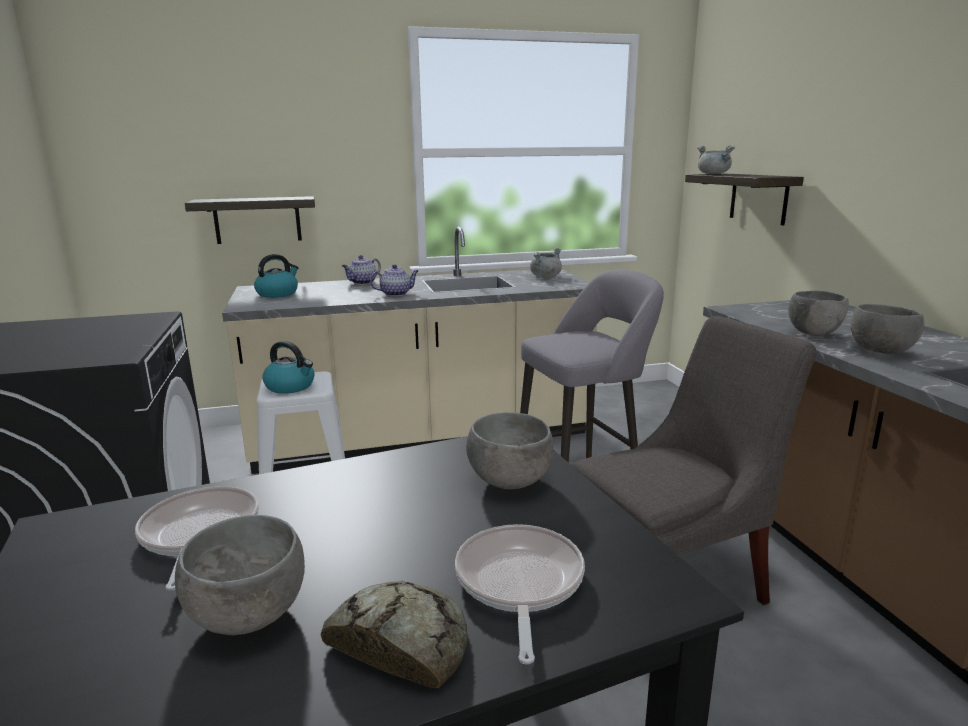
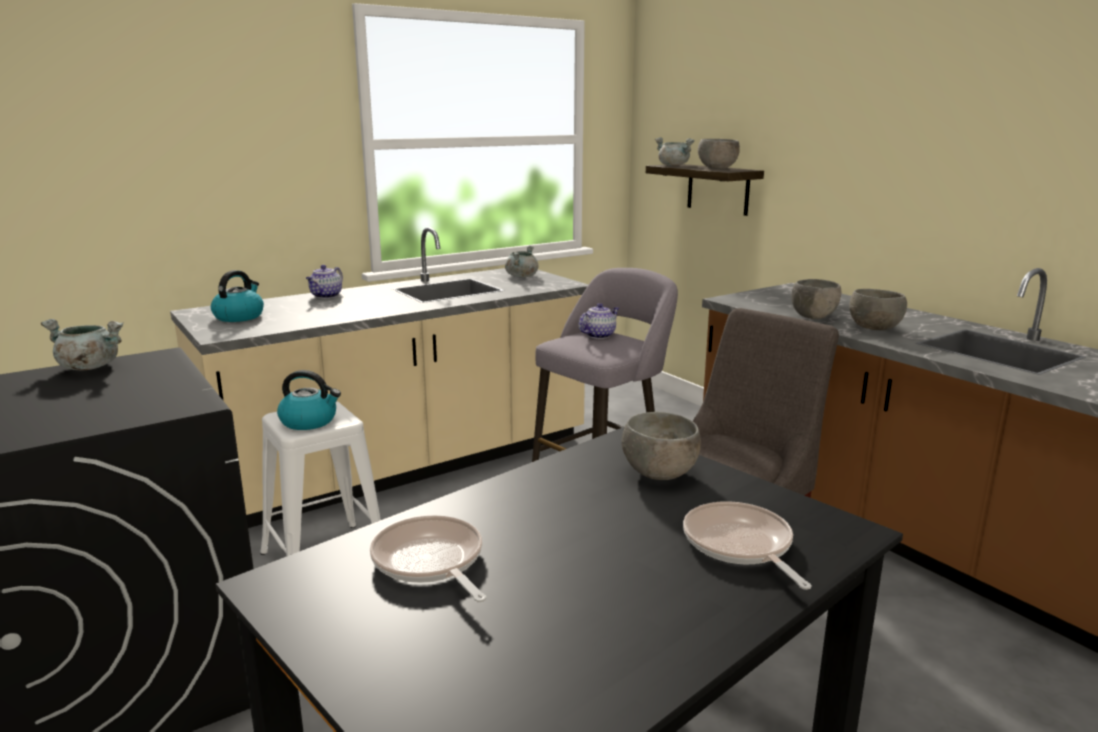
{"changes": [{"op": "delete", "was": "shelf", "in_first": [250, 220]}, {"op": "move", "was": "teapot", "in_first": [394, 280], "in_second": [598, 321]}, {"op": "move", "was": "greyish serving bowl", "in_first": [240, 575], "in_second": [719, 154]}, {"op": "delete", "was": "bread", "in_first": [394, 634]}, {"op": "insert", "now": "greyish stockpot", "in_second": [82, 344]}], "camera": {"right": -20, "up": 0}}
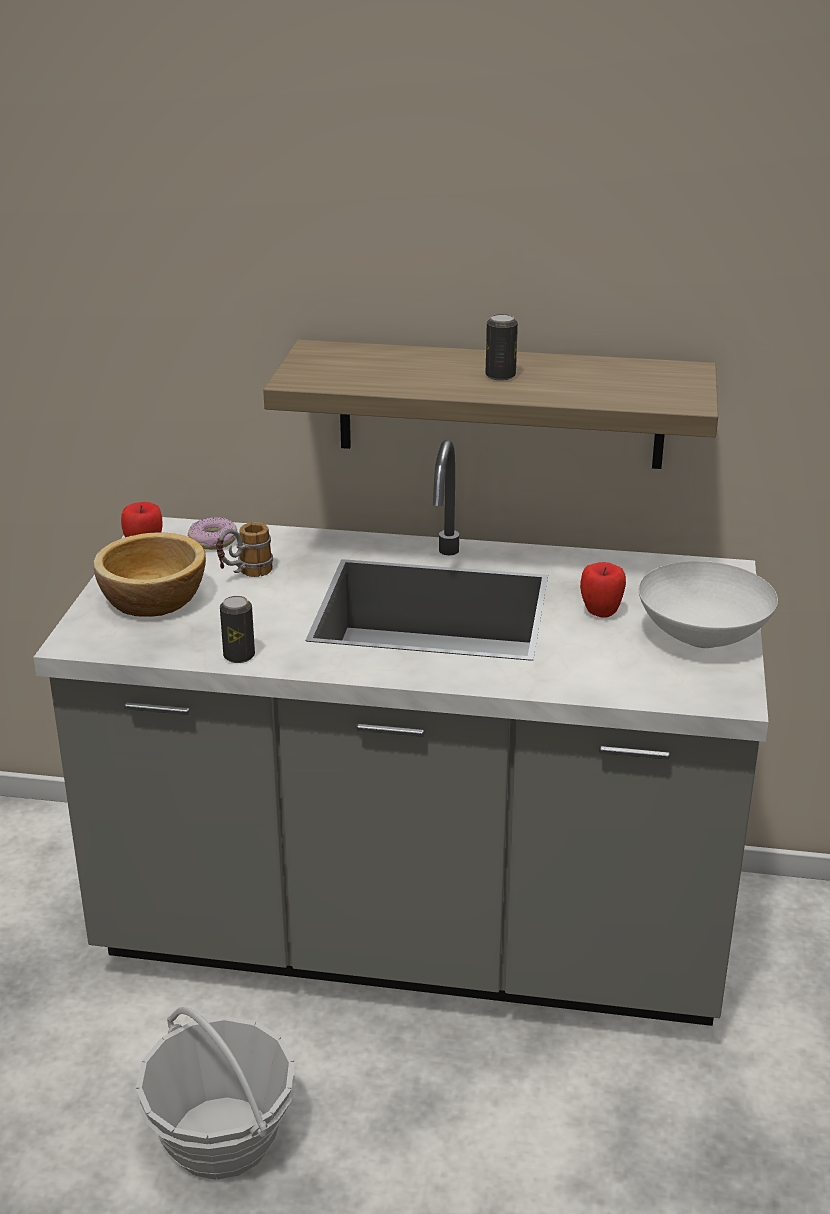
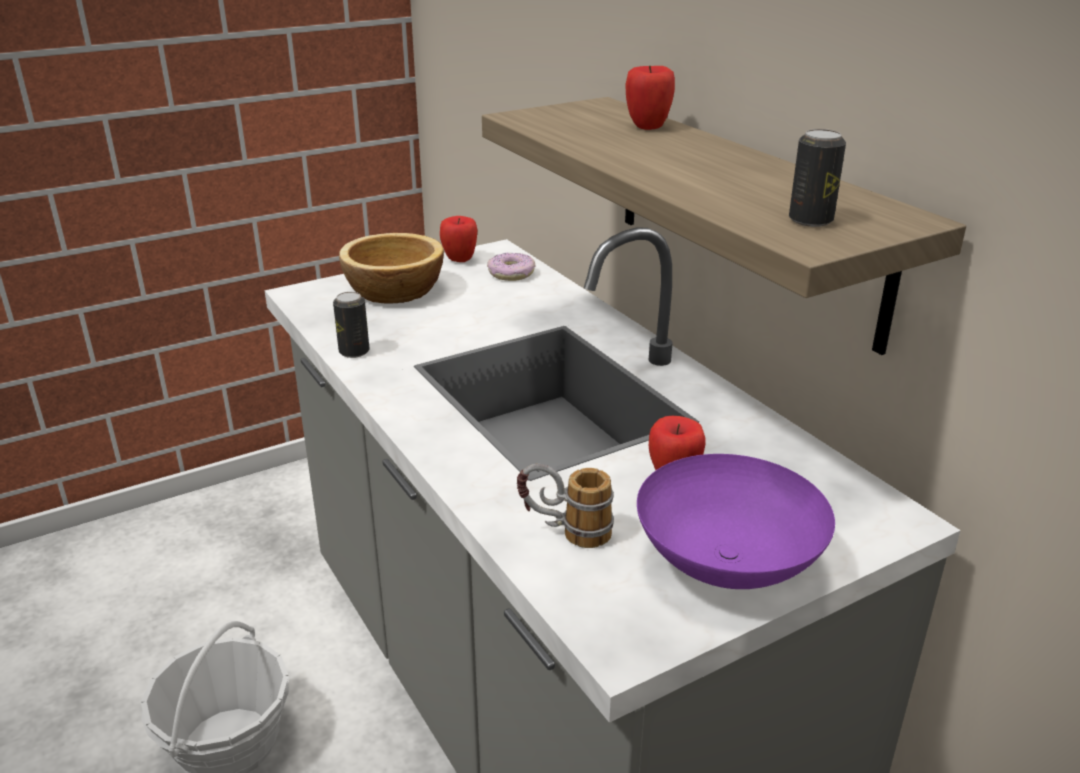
{"changes": [{"op": "move", "was": "metal can", "in_first": [501, 347], "in_second": [817, 178]}, {"op": "move", "was": "mug", "in_first": [244, 549], "in_second": [565, 506]}, {"op": "recolor", "was": "white serving bowl", "now": "purplish serving bowl", "in_first": [708, 604], "in_second": [736, 521]}, {"op": "insert", "now": "apple", "in_second": [650, 98]}], "camera": {"right": 50, "up": 0}}
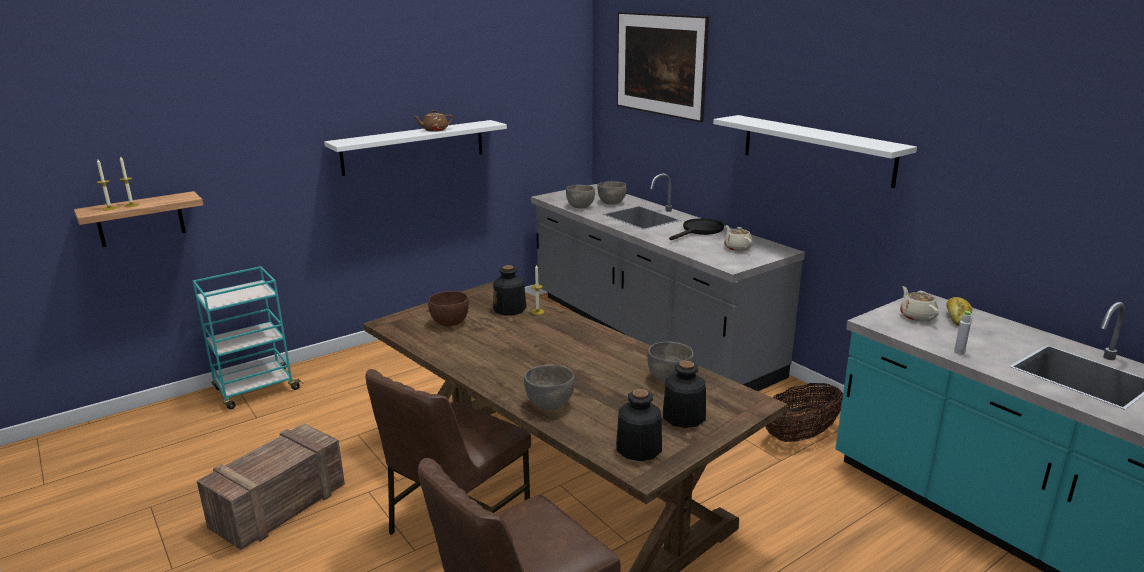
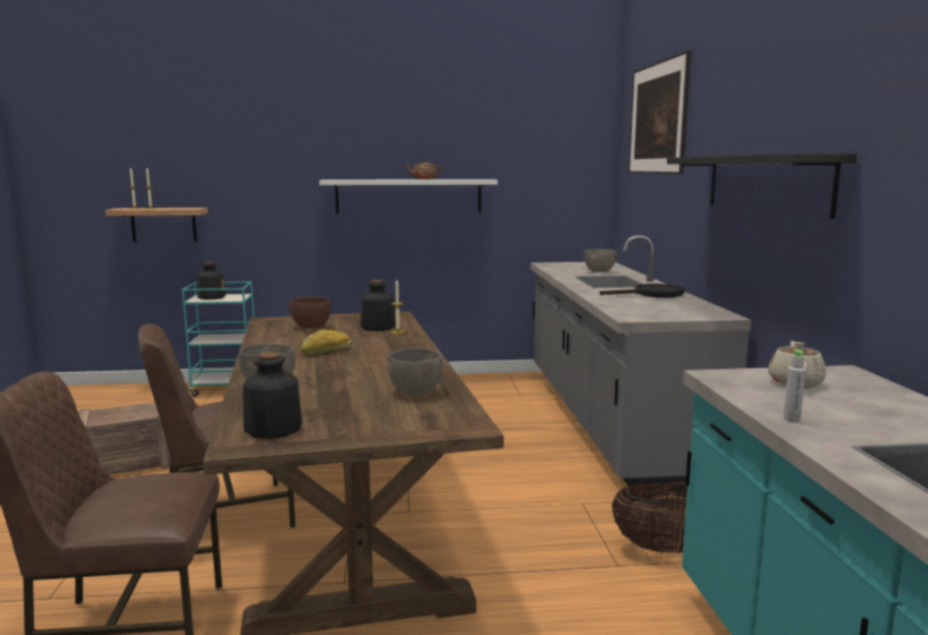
{"changes": [{"op": "recolor", "was": "white shelf", "now": "black shelf", "in_first": [815, 151], "in_second": [762, 186]}, {"op": "delete", "was": "greyish serving bowl", "in_first": [580, 196]}, {"op": "delete", "was": "beige teapot", "in_first": [738, 238]}, {"op": "move", "was": "bread", "in_first": [959, 311], "in_second": [326, 342]}, {"op": "move", "was": "beverage bottle", "in_first": [684, 394], "in_second": [211, 281]}], "camera": {"right": 30, "up": -10}}
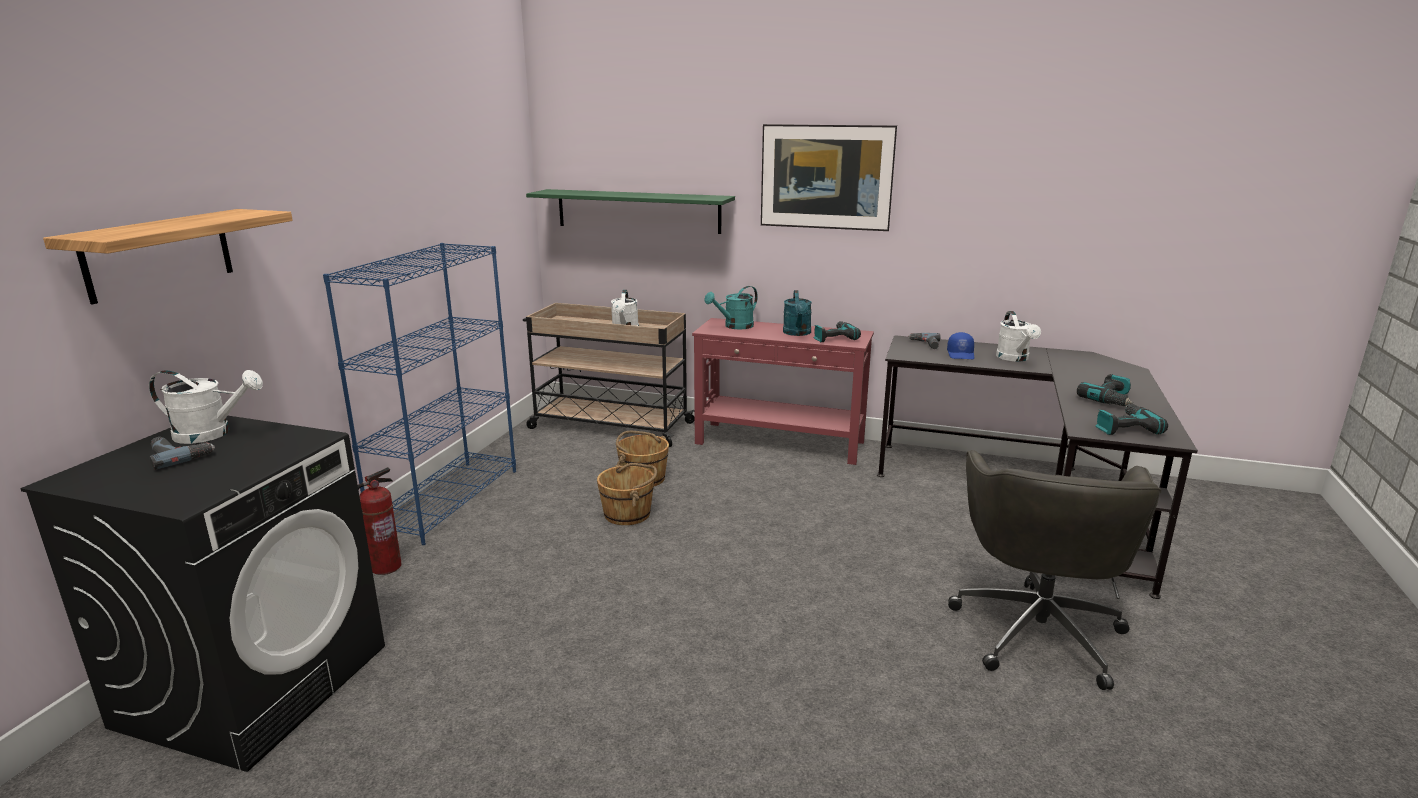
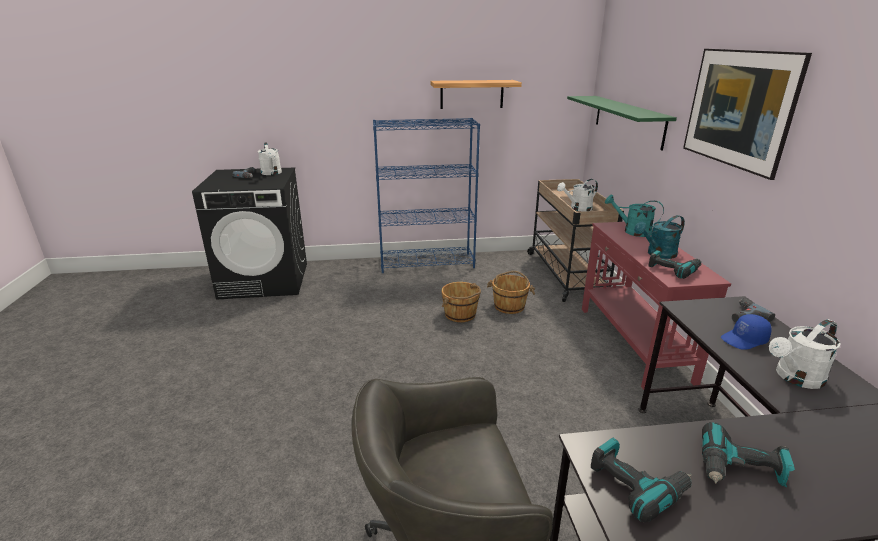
{"changes": [{"op": "move", "was": "shelf", "in_first": [168, 256], "in_second": [476, 94]}, {"op": "delete", "was": "extinguisher", "in_first": [379, 521]}], "camera": {"right": 65, "up": 5}}
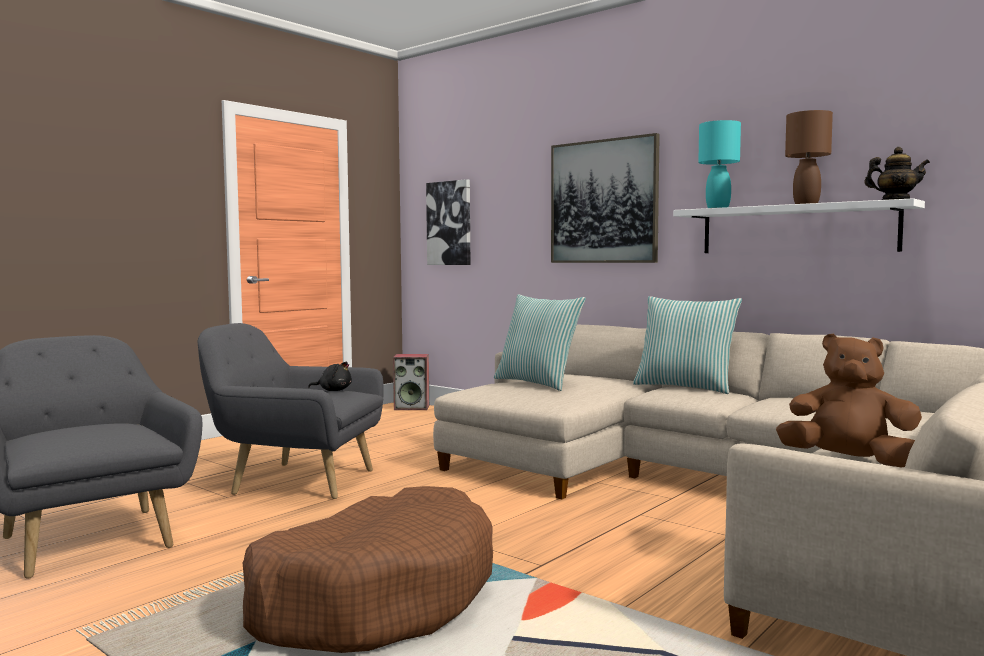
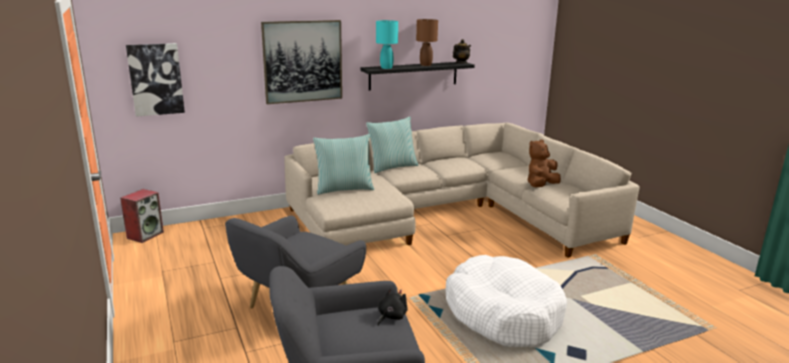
{"changes": [{"op": "recolor", "was": "white shelf", "now": "black shelf", "in_first": [799, 225], "in_second": [418, 76]}, {"op": "move", "was": "black cuddly toy", "in_first": [330, 376], "in_second": [392, 306]}, {"op": "recolor", "was": "brown-coloured dog cushion", "now": "white dog cushion", "in_first": [368, 569], "in_second": [506, 301]}], "camera": {"right": -65, "up": 15}}
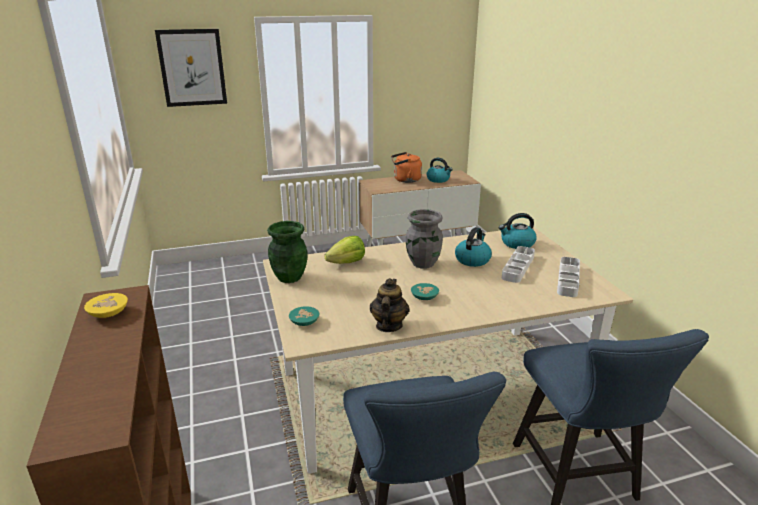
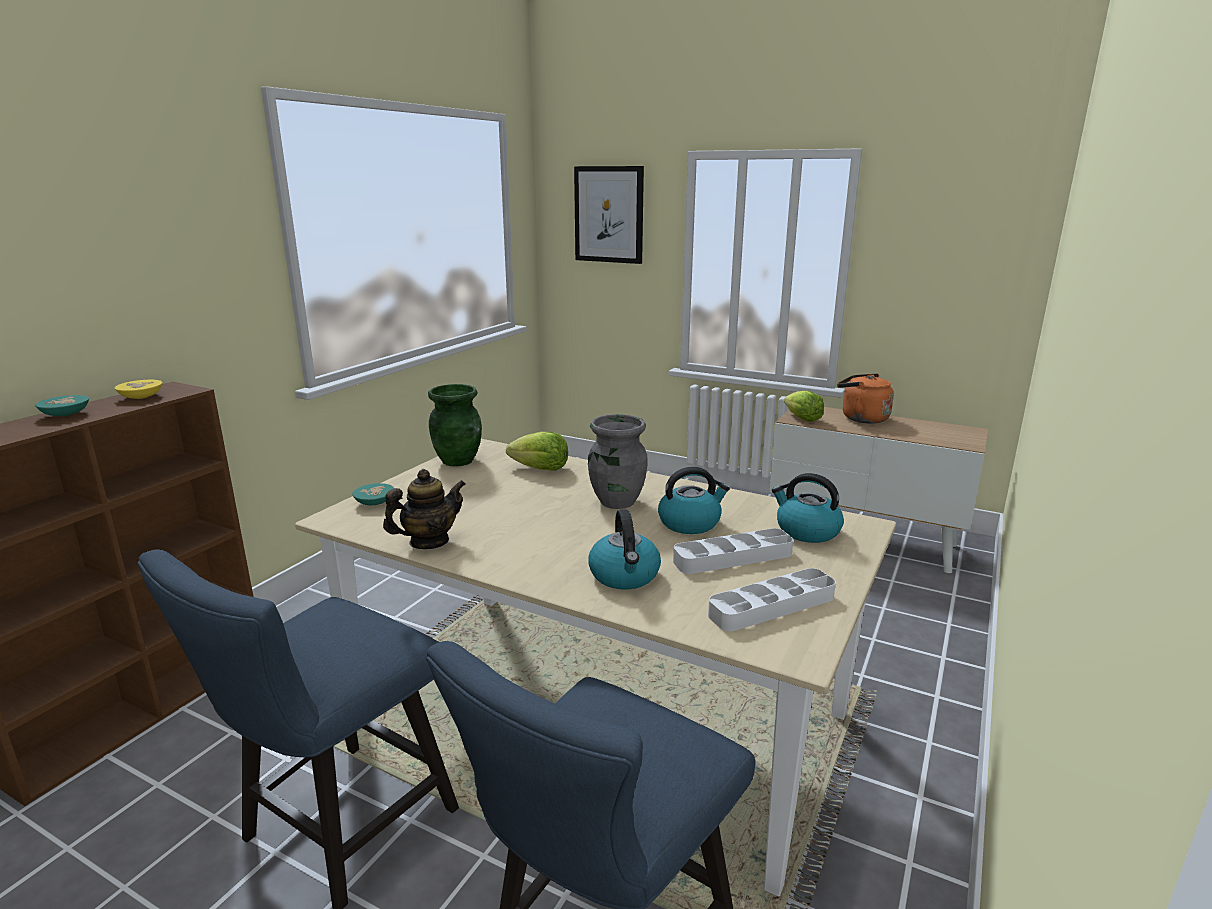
{"changes": [{"op": "move", "was": "kettle", "in_first": [440, 170], "in_second": [624, 549]}, {"op": "move", "was": "blue-green serving bowl", "in_first": [425, 291], "in_second": [62, 405]}, {"op": "insert", "now": "lettuce head", "in_second": [804, 406]}], "camera": {"right": 45, "up": -5}}
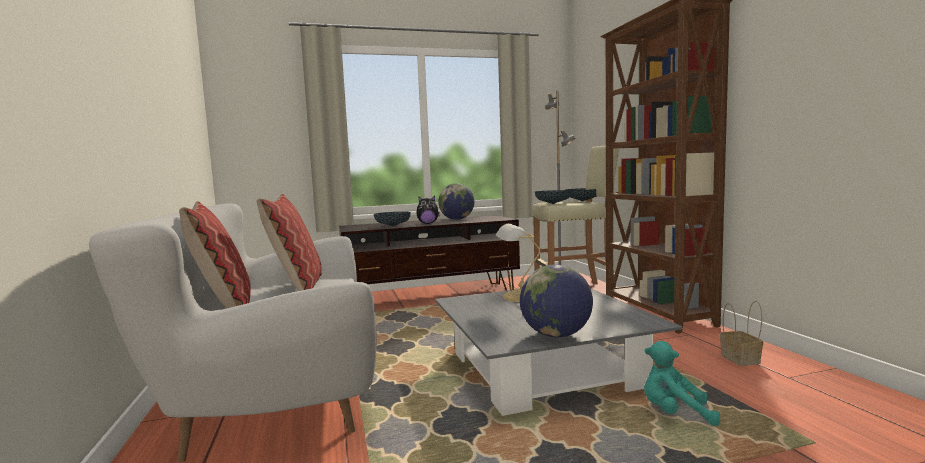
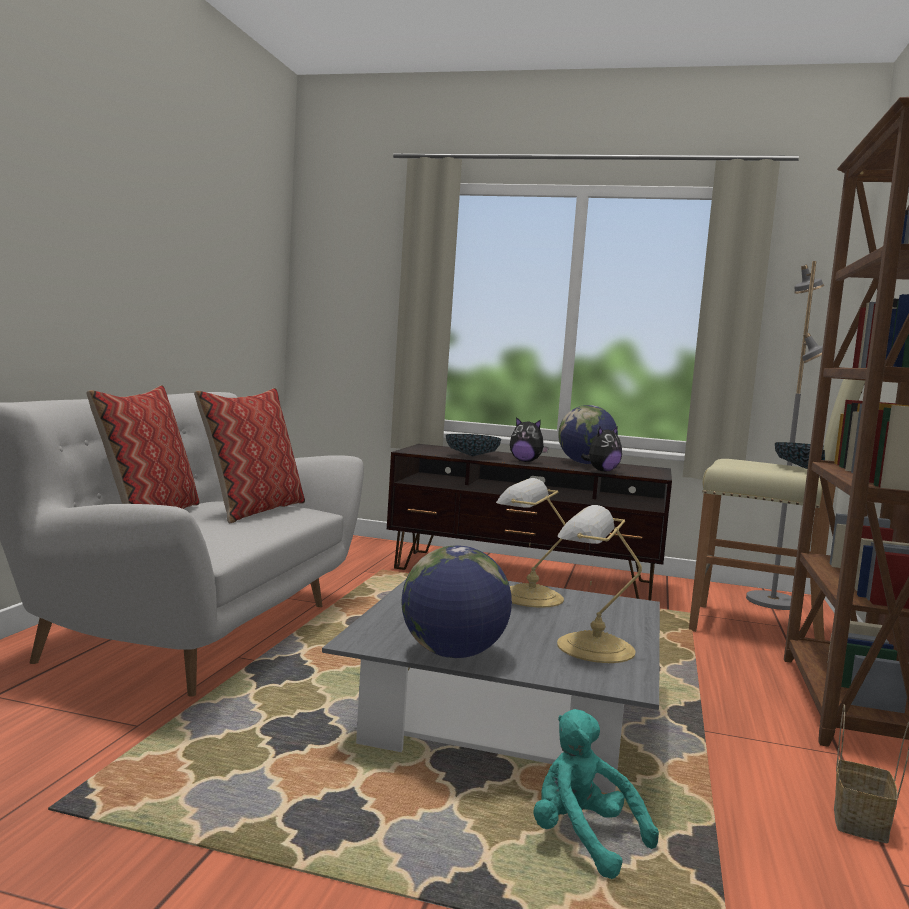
{"changes": [{"op": "delete", "was": "serving bowl", "in_first": [553, 197]}, {"op": "insert", "now": "cuddly toy", "in_second": [601, 449]}, {"op": "insert", "now": "table lamp", "in_second": [599, 584]}], "camera": {"right": 30, "up": 0}}
